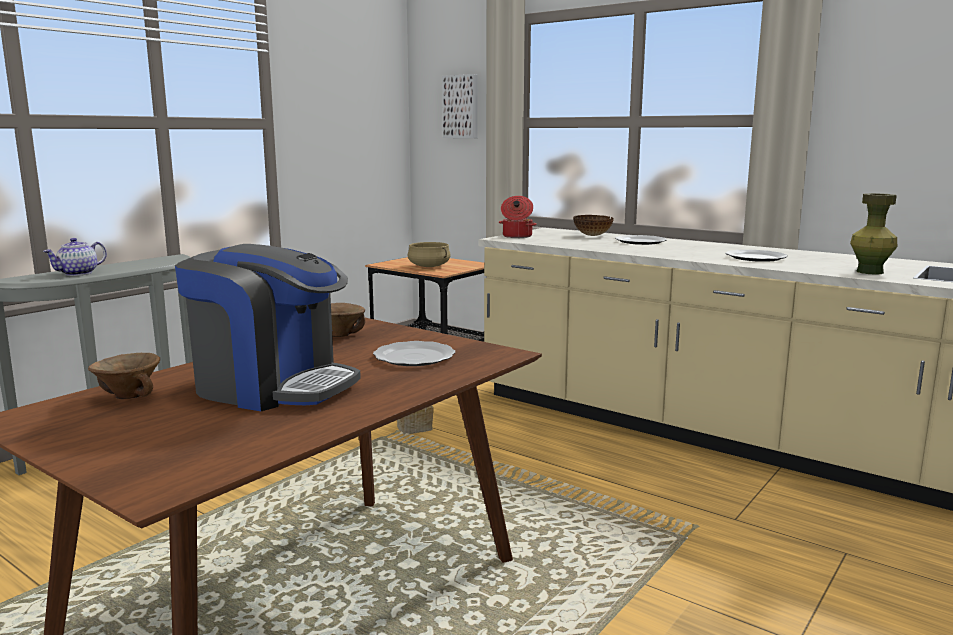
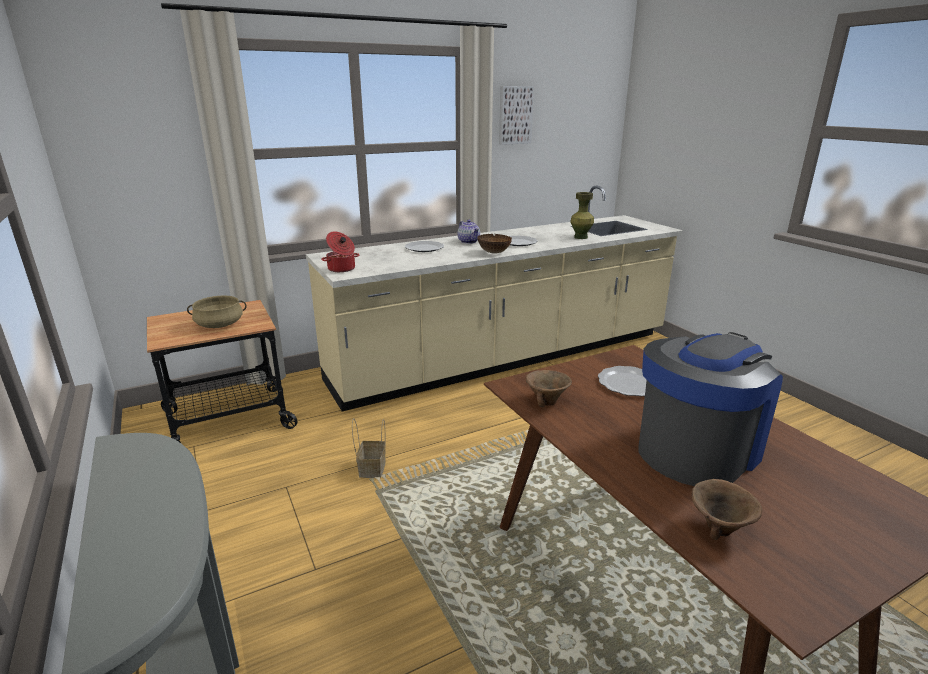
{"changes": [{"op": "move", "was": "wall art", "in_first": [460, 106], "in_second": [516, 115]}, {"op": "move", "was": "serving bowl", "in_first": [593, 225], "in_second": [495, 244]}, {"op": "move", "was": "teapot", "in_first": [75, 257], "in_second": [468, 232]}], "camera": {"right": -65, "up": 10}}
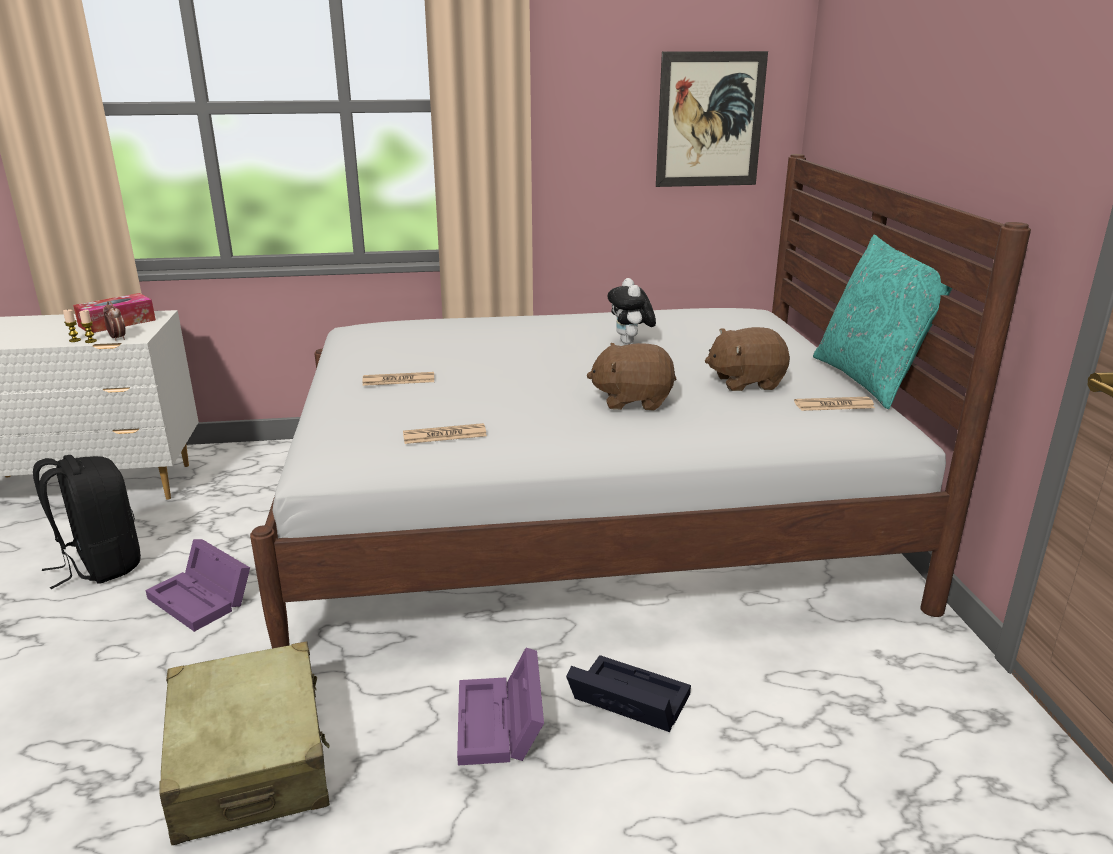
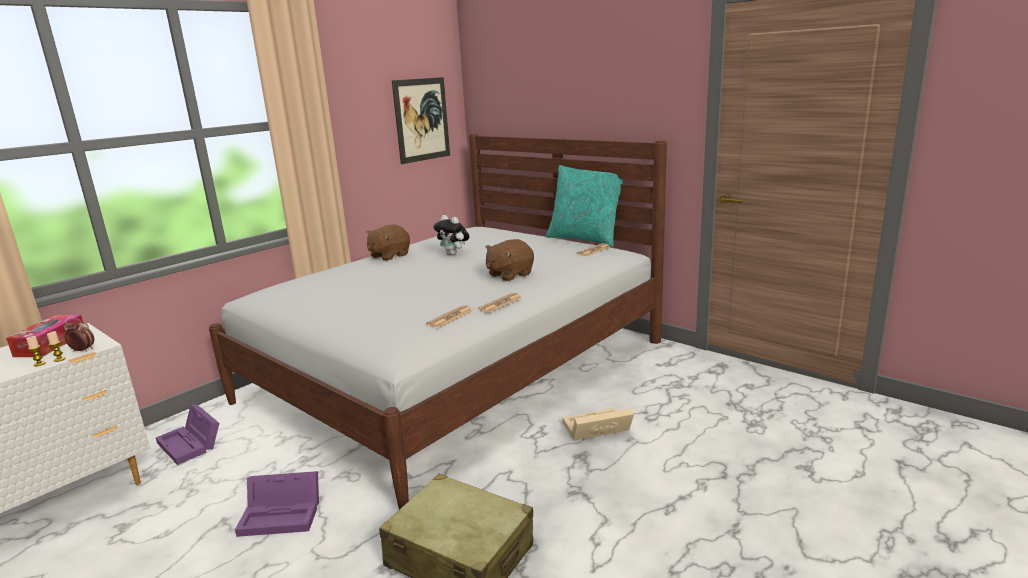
{"changes": [{"op": "move", "was": "brown-coloured cuddly toy", "in_first": [747, 359], "in_second": [388, 242]}, {"op": "move", "was": "printed paper", "in_first": [398, 379], "in_second": [500, 303]}, {"op": "delete", "was": "black knapsack", "in_first": [87, 522]}, {"op": "move", "was": "purplish storage container", "in_first": [500, 707], "in_second": [187, 434]}, {"op": "recolor", "was": "black storage container", "now": "beige storage container", "in_first": [628, 693], "in_second": [598, 424]}], "camera": {"right": -40, "up": -5}}
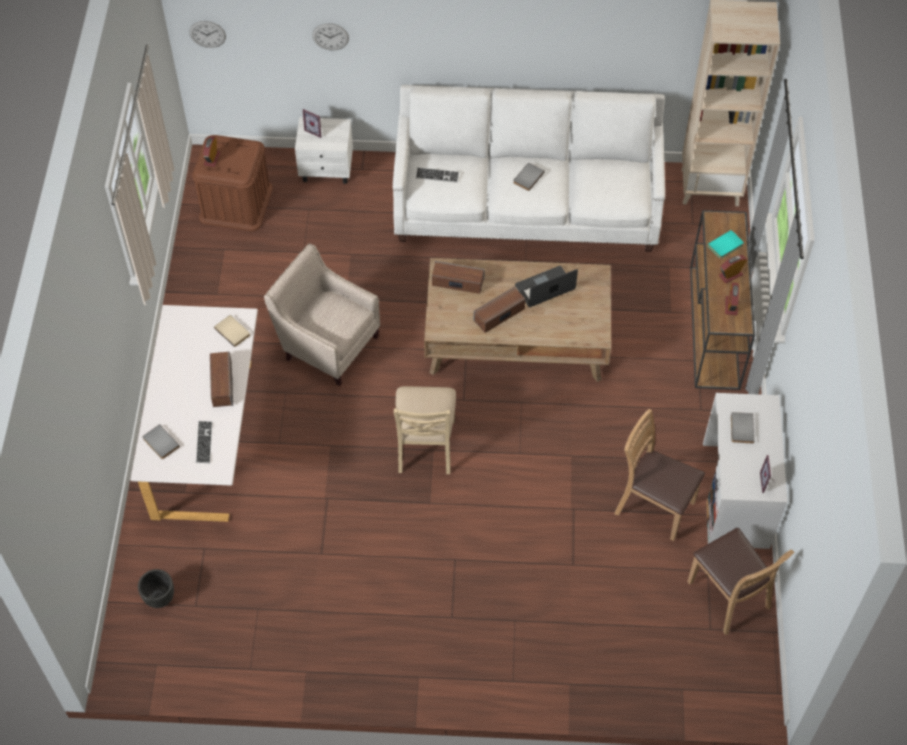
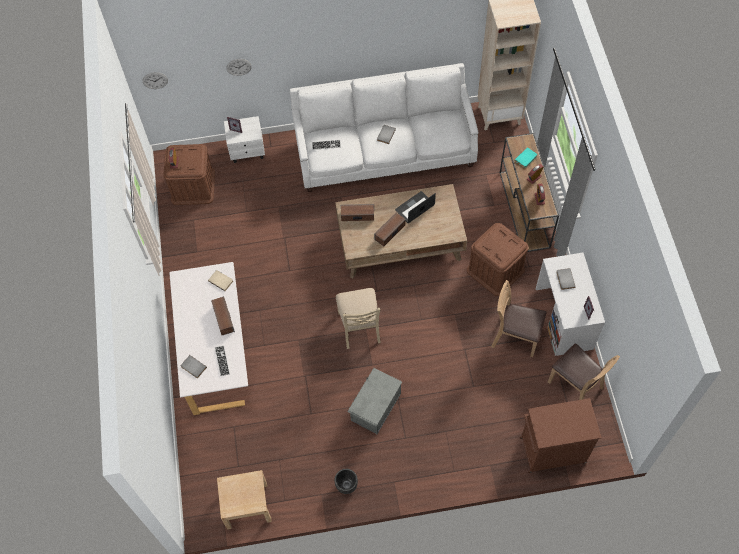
{"changes": [{"op": "delete", "was": "beige armchair", "in_first": [322, 315]}, {"op": "move", "was": "black plant pot", "in_first": [156, 588], "in_second": [346, 481]}, {"op": "insert", "now": "brown-coloured storage container", "in_second": [498, 259]}, {"op": "insert", "now": "greyish storage container", "in_second": [374, 401]}, {"op": "insert", "now": "brown-coloured cupboard", "in_second": [561, 435]}, {"op": "insert", "now": "beige night table", "in_second": [244, 500]}], "camera": {"right": -10, "up": 5}}
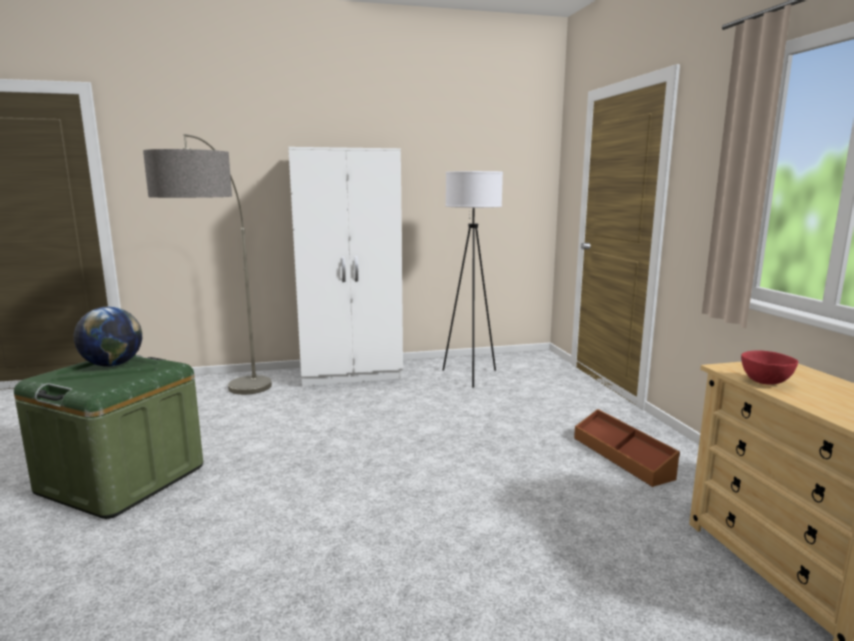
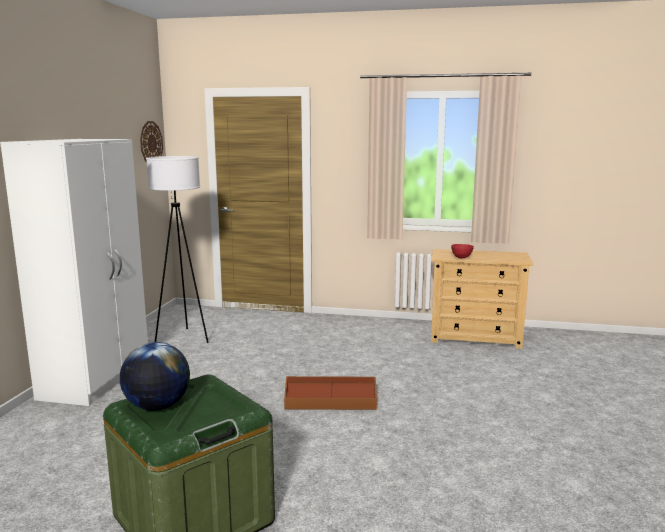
{"changes": [{"op": "delete", "was": "standing lamp", "in_first": [207, 264]}, {"op": "move", "was": "brown-coloured storage container", "in_first": [627, 448], "in_second": [330, 393]}, {"op": "insert", "now": "hanging clock", "in_second": [151, 141]}], "camera": {"right": -65, "up": 0}}
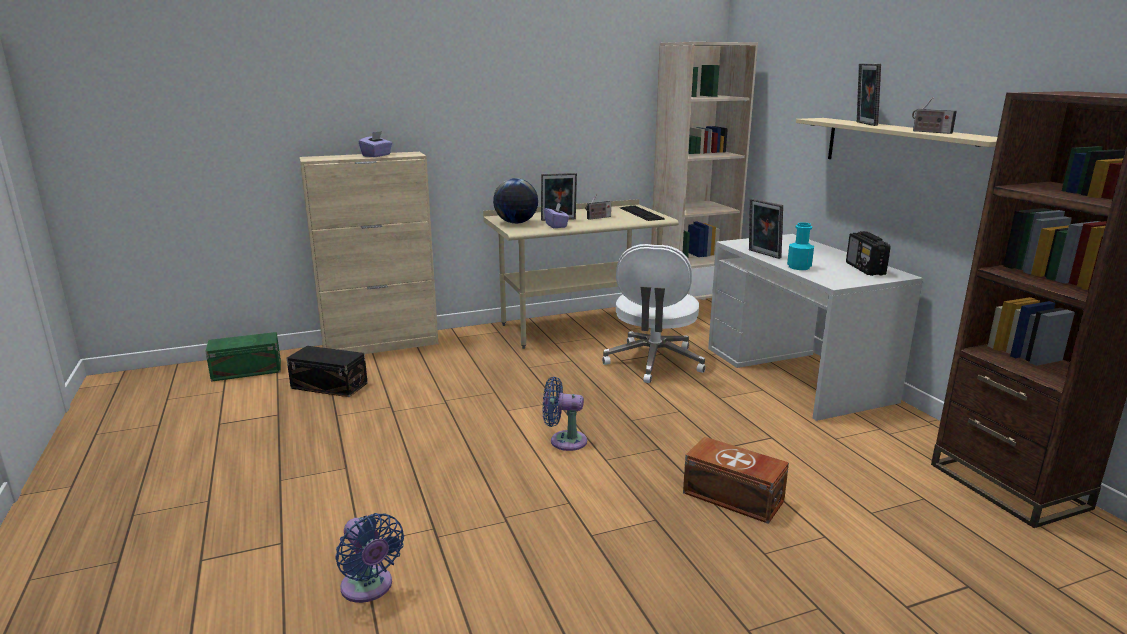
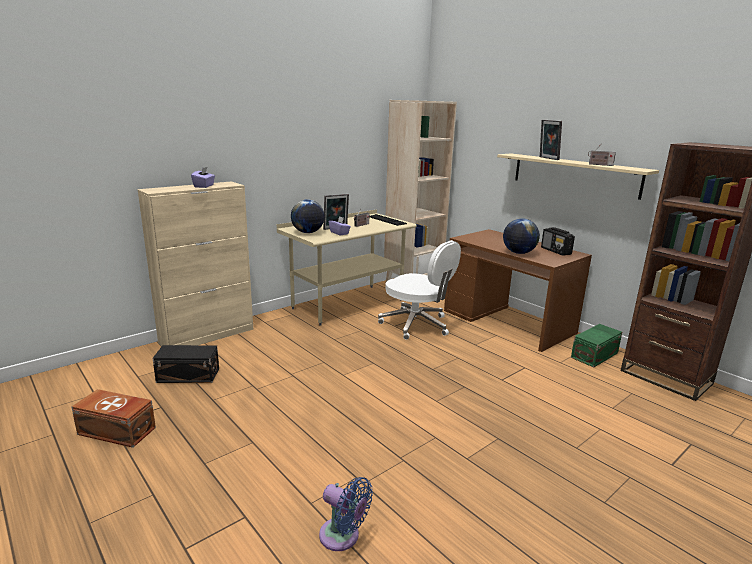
{"changes": [{"op": "delete", "was": "standing frame", "in_first": [766, 229]}, {"op": "replace", "was": "blue-green beverage bottle", "now": "world globe", "in_first": [800, 246], "in_second": [521, 236]}, {"op": "recolor", "was": "white desk unit", "now": "brown-coloured desk unit", "in_first": [815, 327], "in_second": [518, 290]}, {"op": "rotate", "was": "white desk chair", "in_first": [654, 313], "in_second": [419, 290], "clockwise": -45}, {"op": "move", "was": "greenish storage container", "in_first": [243, 357], "in_second": [596, 345]}, {"op": "delete", "was": "blue cooling fan", "in_first": [565, 414]}, {"op": "move", "was": "brown-coloured storage container", "in_first": [736, 480], "in_second": [113, 418]}], "camera": {"right": -20, "up": 0}}
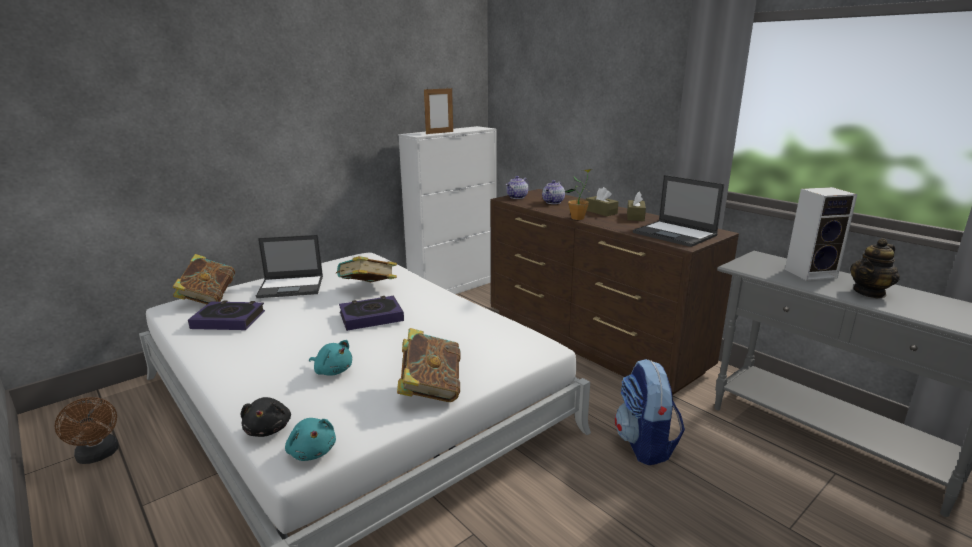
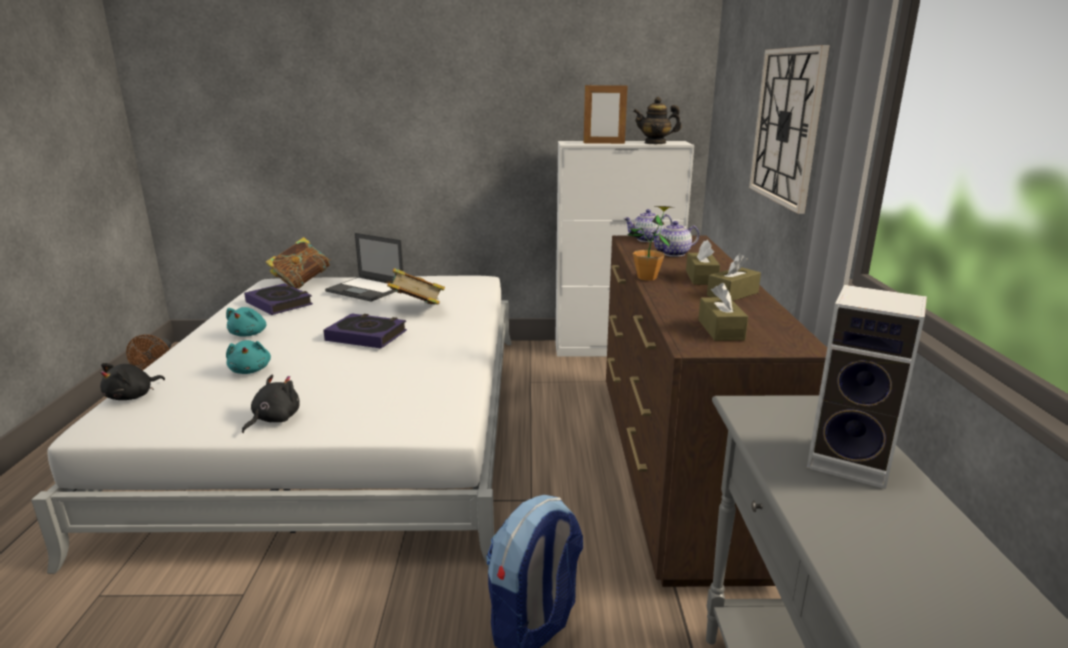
{"changes": [{"op": "replace", "was": "portable computer", "now": "brown-coloured box of tissues", "in_first": [678, 211], "in_second": [723, 312]}, {"op": "move", "was": "teapot", "in_first": [875, 268], "in_second": [657, 120]}, {"op": "replace", "was": "bound book", "now": "black cuddly toy", "in_first": [428, 365], "in_second": [271, 403]}, {"op": "move", "was": "blue-green cuddly toy", "in_first": [310, 439], "in_second": [246, 322]}, {"op": "insert", "now": "hanging clock", "in_second": [789, 129]}], "camera": {"right": 40, "up": 0}}
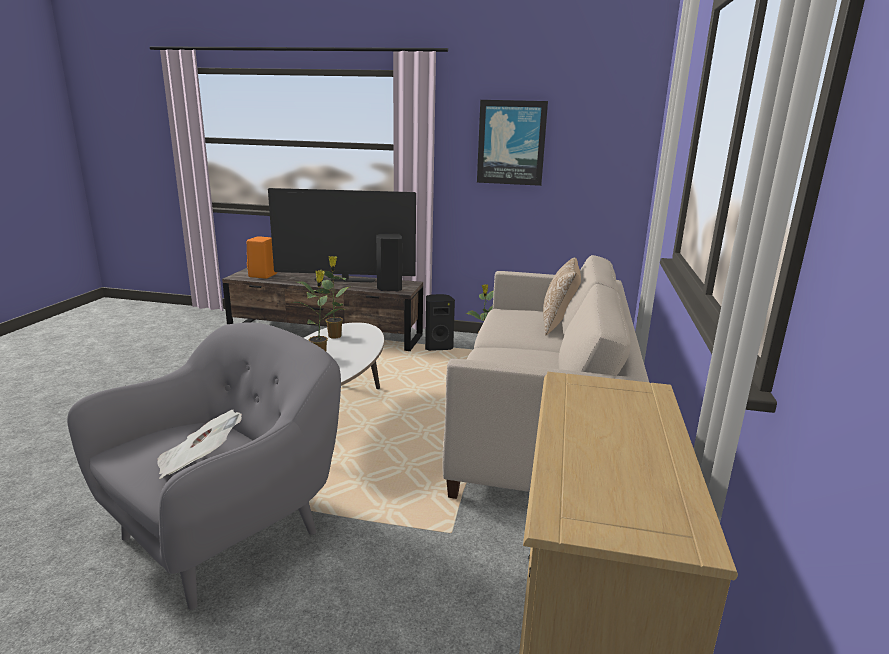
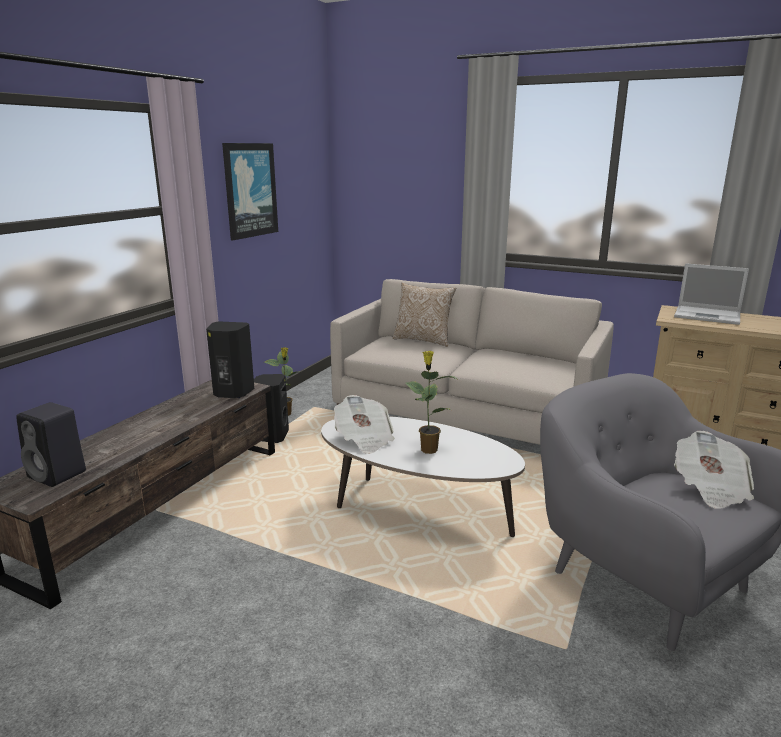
{"changes": [{"op": "delete", "was": "TV set", "in_first": [342, 235]}, {"op": "recolor", "was": "orange-coloured speaker", "now": "black speaker", "in_first": [262, 257], "in_second": [51, 444]}, {"op": "replace", "was": "potted plant", "now": "printed paper", "in_first": [333, 297], "in_second": [364, 424]}, {"op": "insert", "now": "portable computer", "in_second": [711, 294]}], "camera": {"right": -75, "up": 0}}
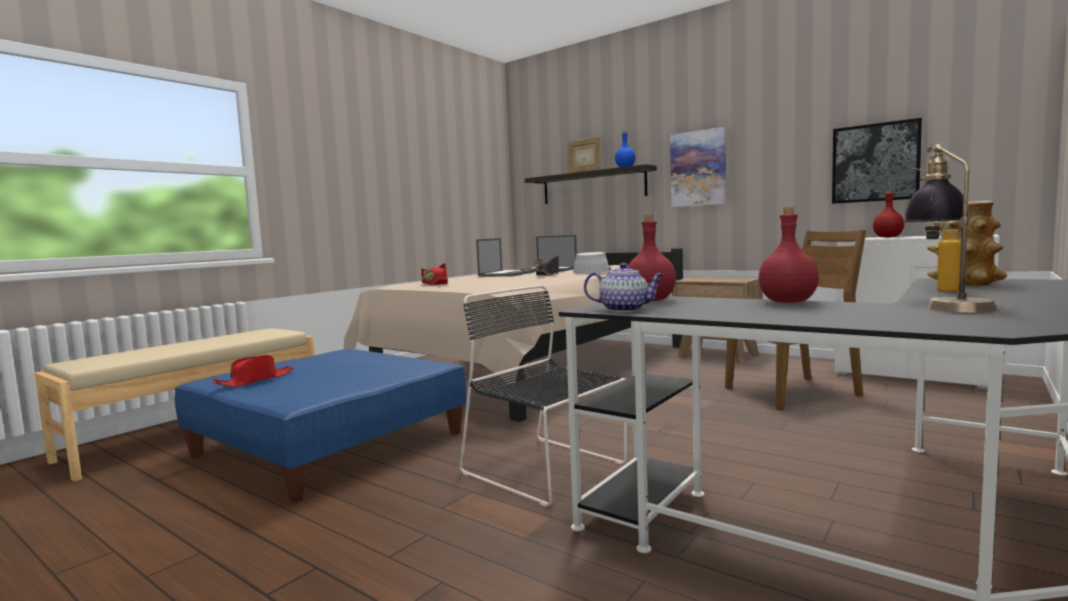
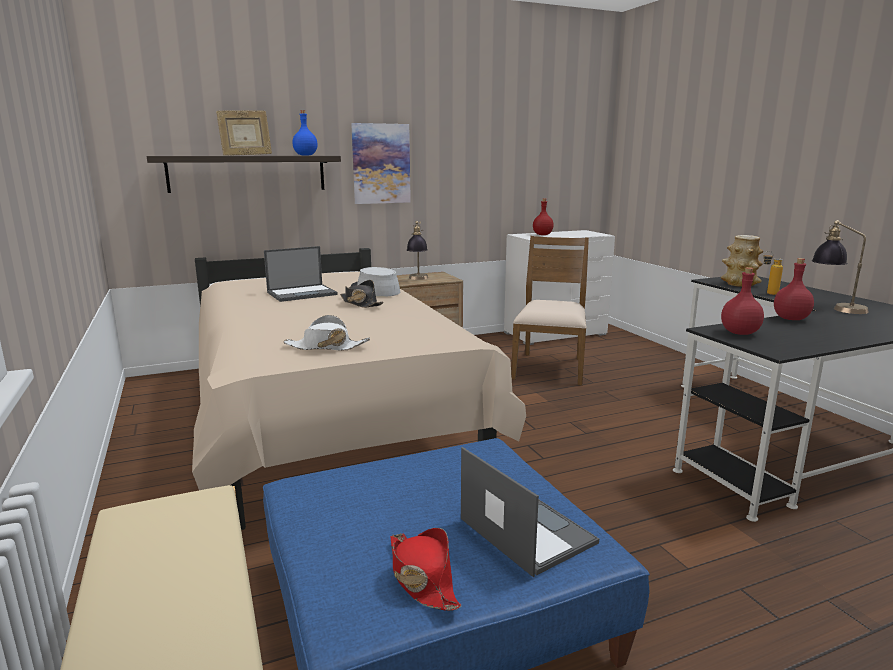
{"changes": [{"op": "delete", "was": "wall art", "in_first": [877, 161]}, {"op": "move", "was": "portable computer", "in_first": [505, 257], "in_second": [530, 512]}, {"op": "recolor", "was": "red-coloured wearable hat", "now": "white wearable hat", "in_first": [434, 274], "in_second": [326, 333]}, {"op": "delete", "was": "teapot", "in_first": [624, 287]}, {"op": "delete", "was": "black plain chair", "in_first": [543, 396]}, {"op": "insert", "now": "table lamp", "in_second": [417, 250]}], "camera": {"right": -60, "up": 10}}
